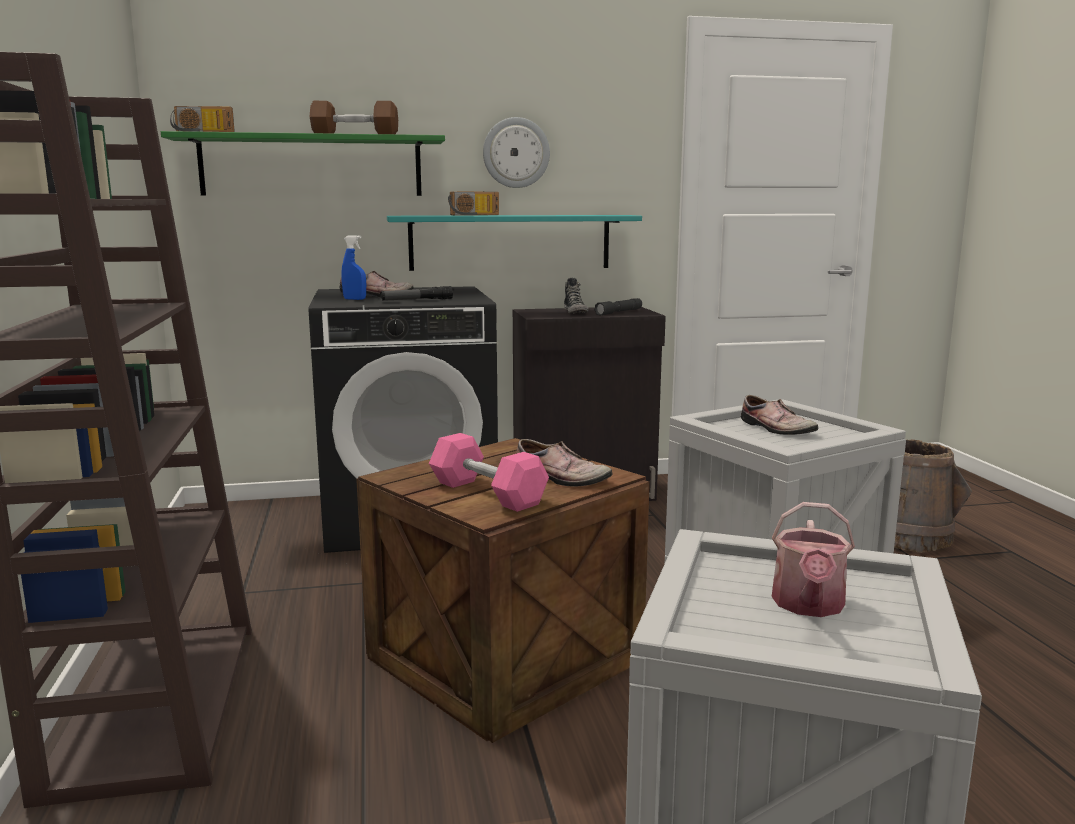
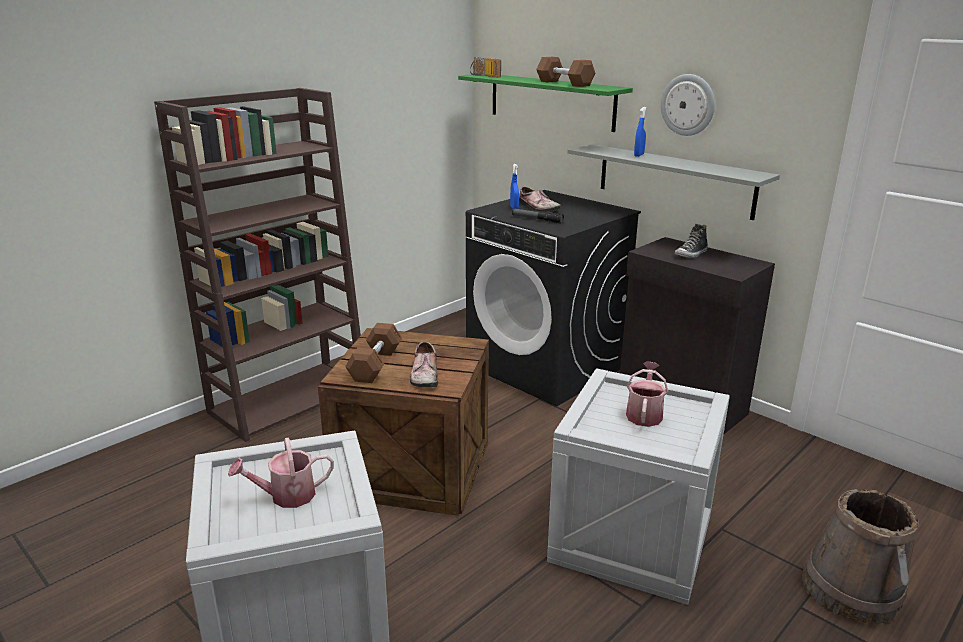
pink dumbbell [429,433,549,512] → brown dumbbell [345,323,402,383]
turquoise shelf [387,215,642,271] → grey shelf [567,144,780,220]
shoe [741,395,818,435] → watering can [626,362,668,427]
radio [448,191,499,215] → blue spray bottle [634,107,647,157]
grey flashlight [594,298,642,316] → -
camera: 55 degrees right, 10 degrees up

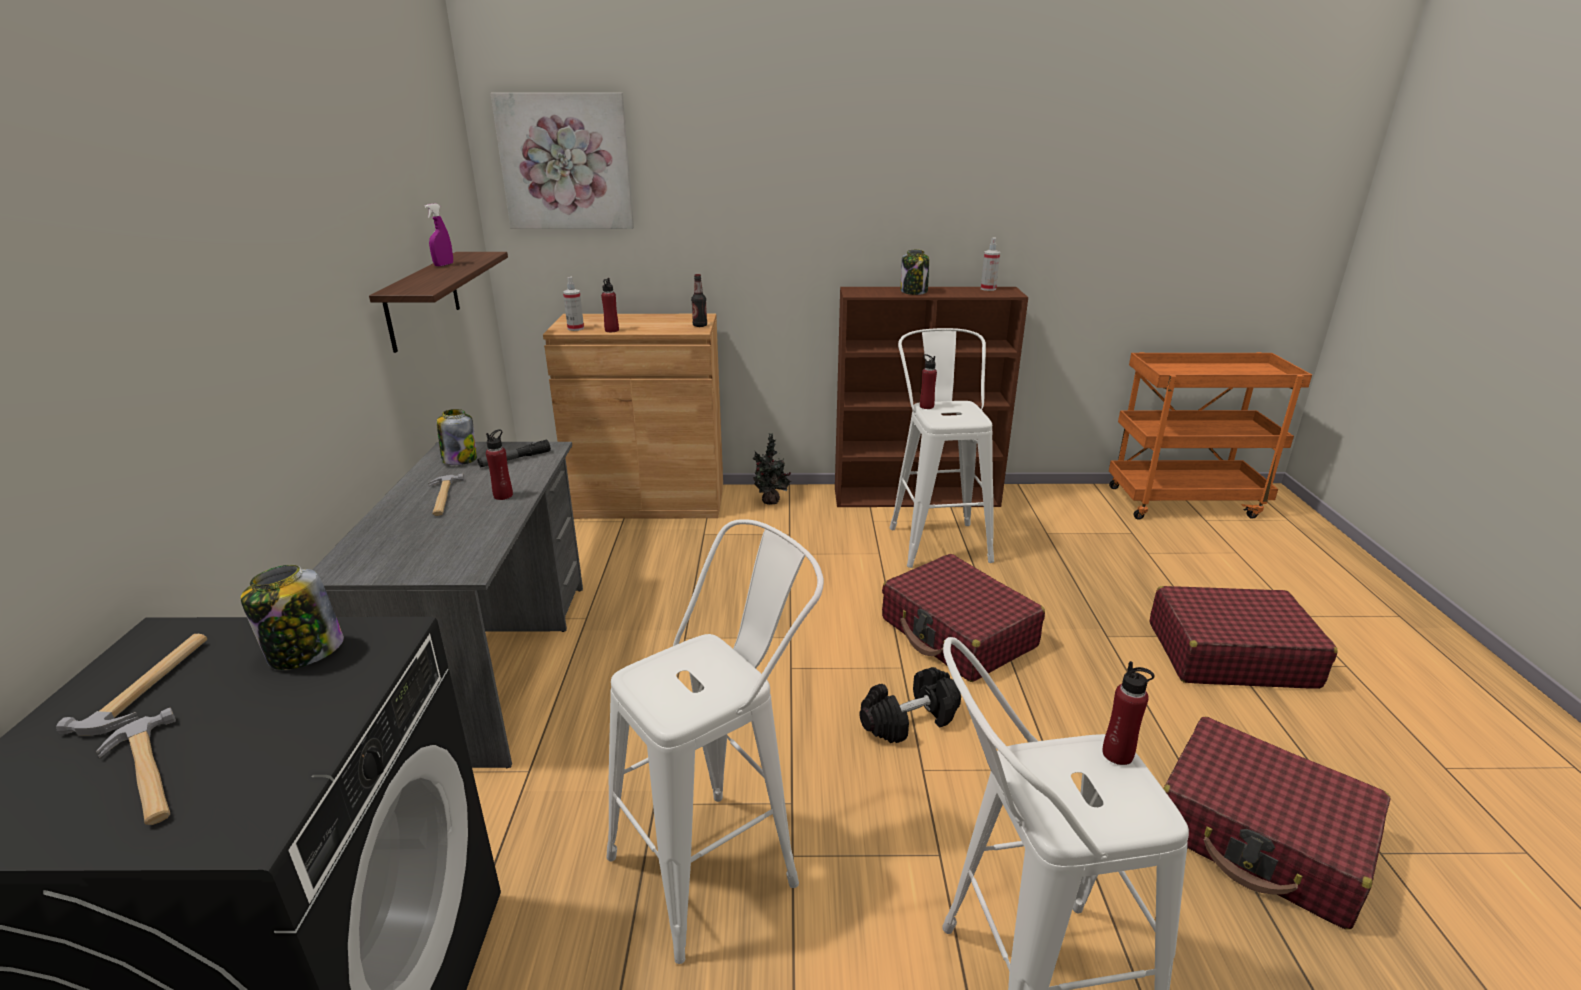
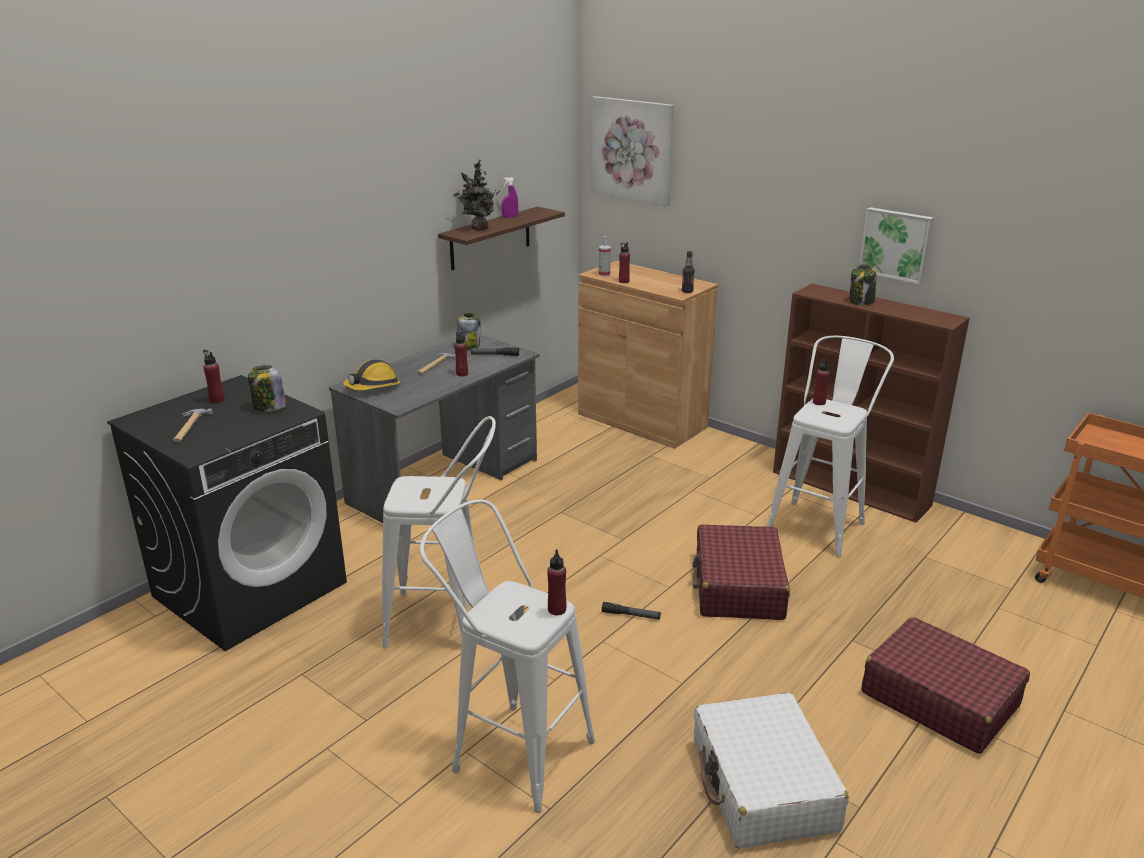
hammer [56,634,207,735] → red bottle [203,350,225,403]
- → hard hat [343,359,400,391]
potted plant [753,433,792,505] → potted plant [453,159,501,230], shifted
black dumbbell [859,667,961,743] → flashlight [602,602,661,620]
red suitcase [1163,717,1391,930] → white suitcase [694,693,849,849]
- → picture [859,207,934,284]
spray bottle [981,237,1000,291] → -
camera: 40 degrees right, 0 degrees up

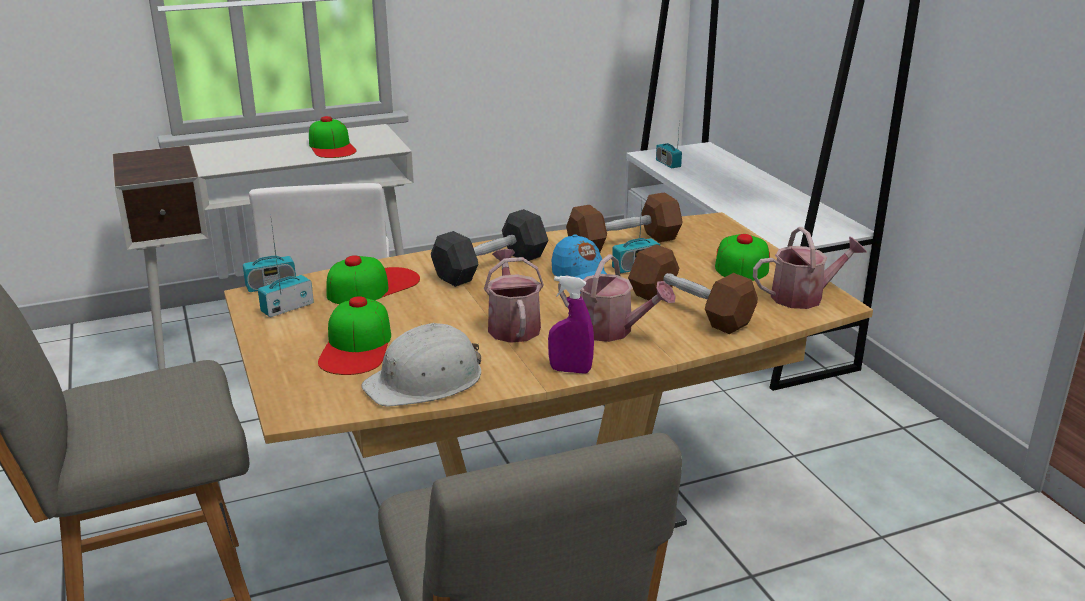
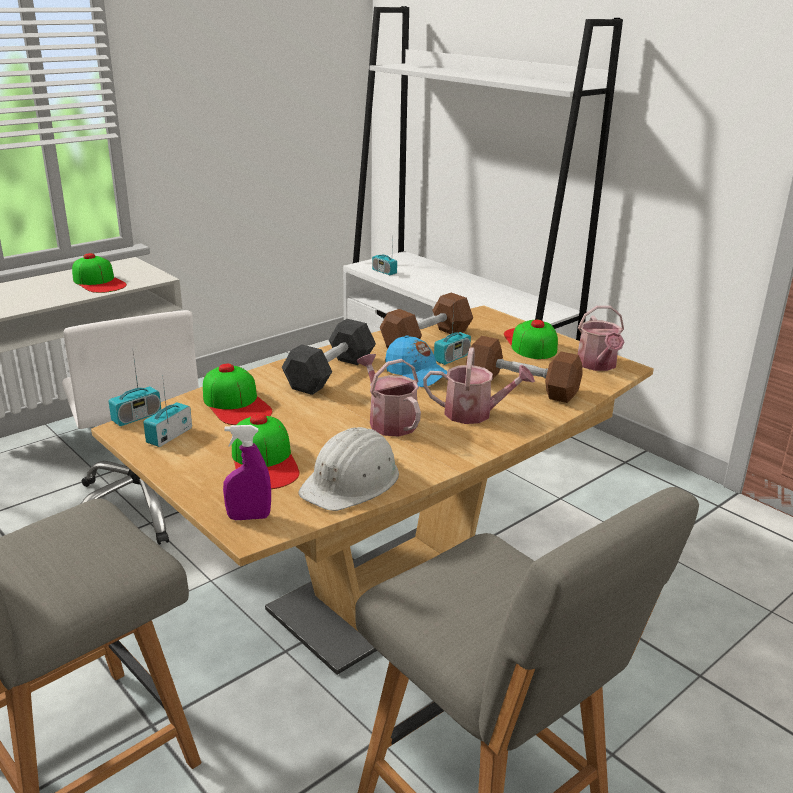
cap [326,255,420,304] → cap [203,364,273,425], 120 degrees clockwise
purple spray bottle [548,276,594,374] → purple spray bottle [223,425,271,520], shifted
watering can [753,227,867,309] → watering can [577,306,625,371], 120 degrees clockwise
camera: 20 degrees left, 0 degrees up

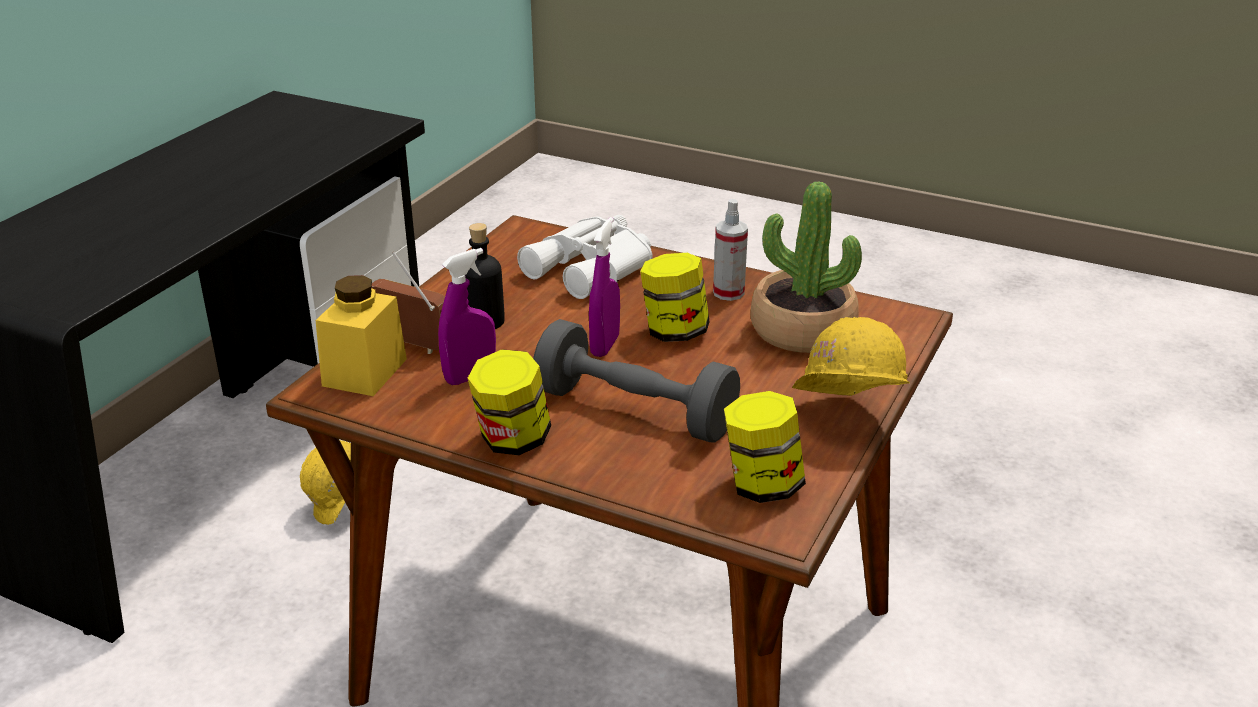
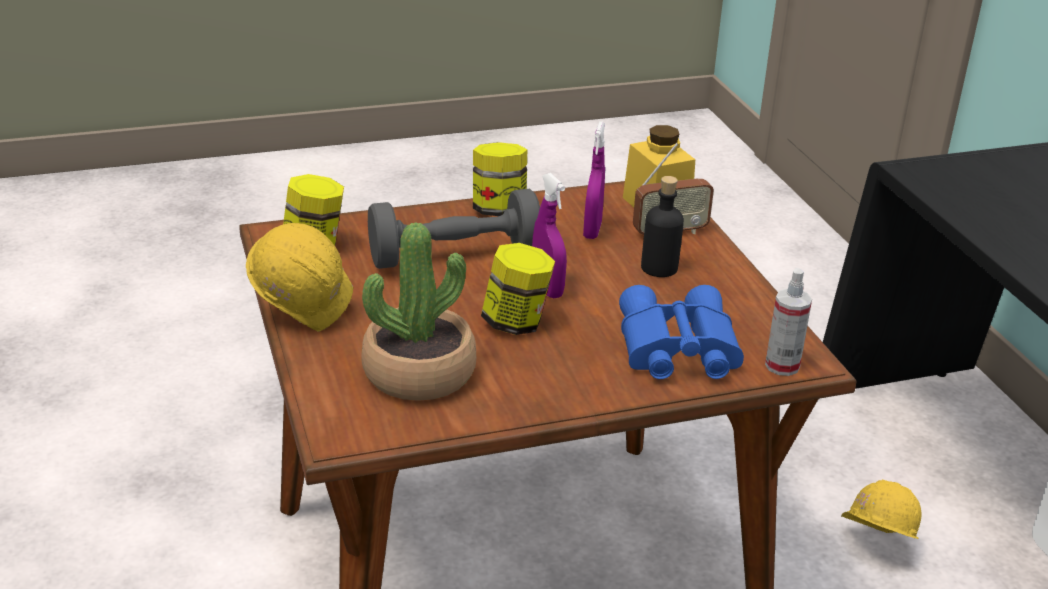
white binoculars [517,215,653,299] → blue binoculars [619,285,744,379]
spray bottle [713,199,748,301] → spray bottle [765,268,812,376], shifted
camera: 135 degrees right, 0 degrees up

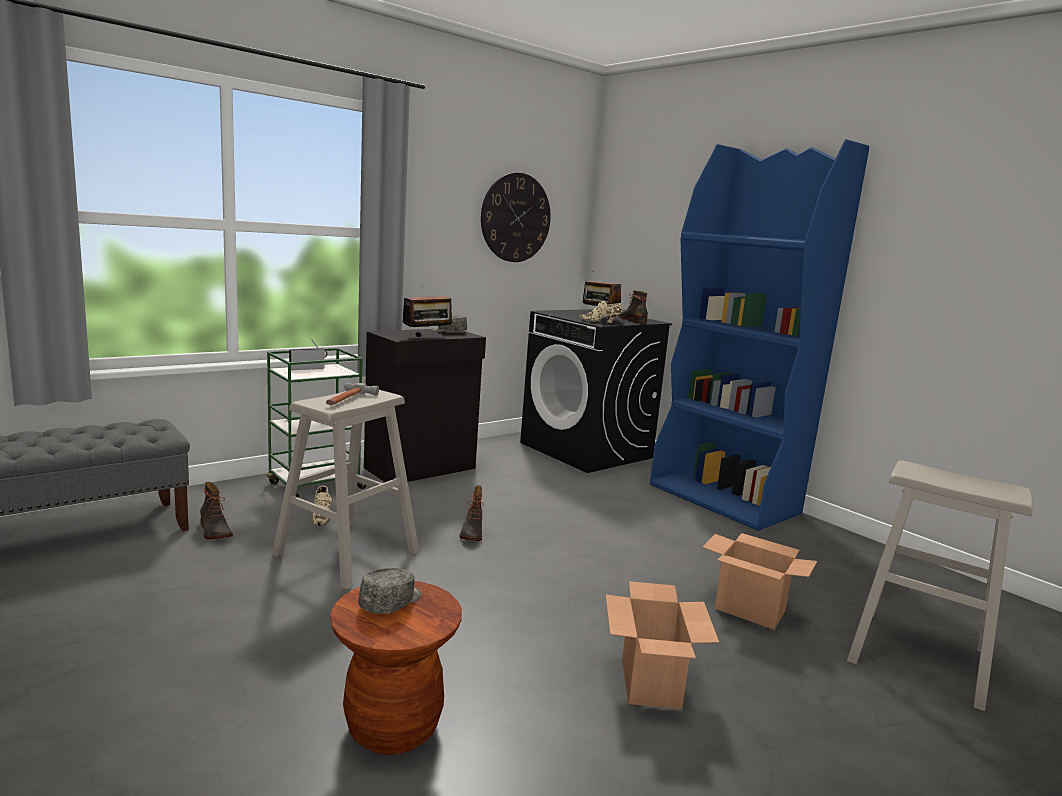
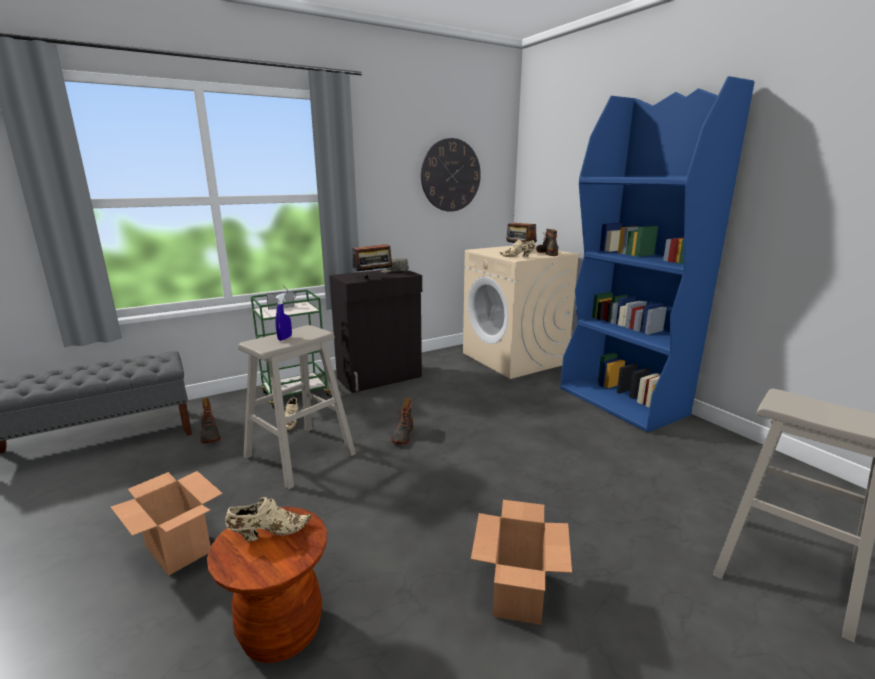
cardboard box [703,533,817,630] → cardboard box [111,471,223,576], shifted
grey cap [358,568,421,614] → beige shoe [225,497,312,542]
hammer [326,383,379,405] → blue spray bottle [275,293,292,341]
black washing machine [520,309,672,473] → beige washing machine [463,246,581,379]
camera: 10 degrees right, 5 degrees up

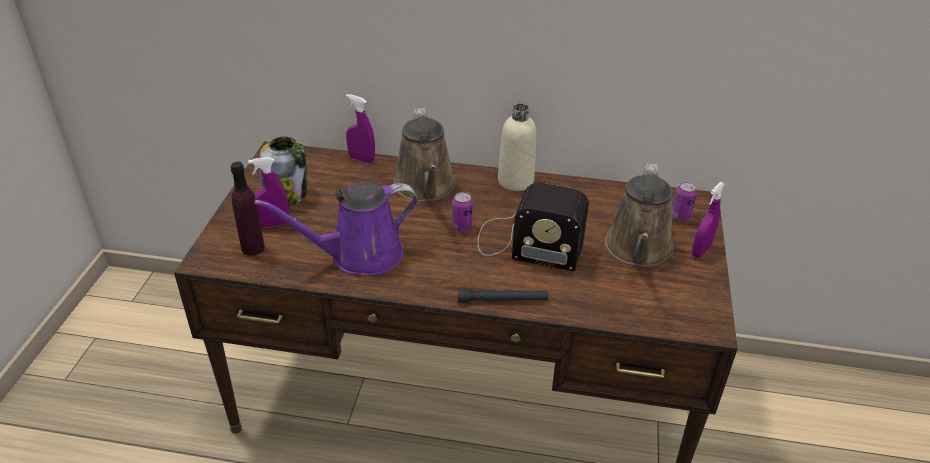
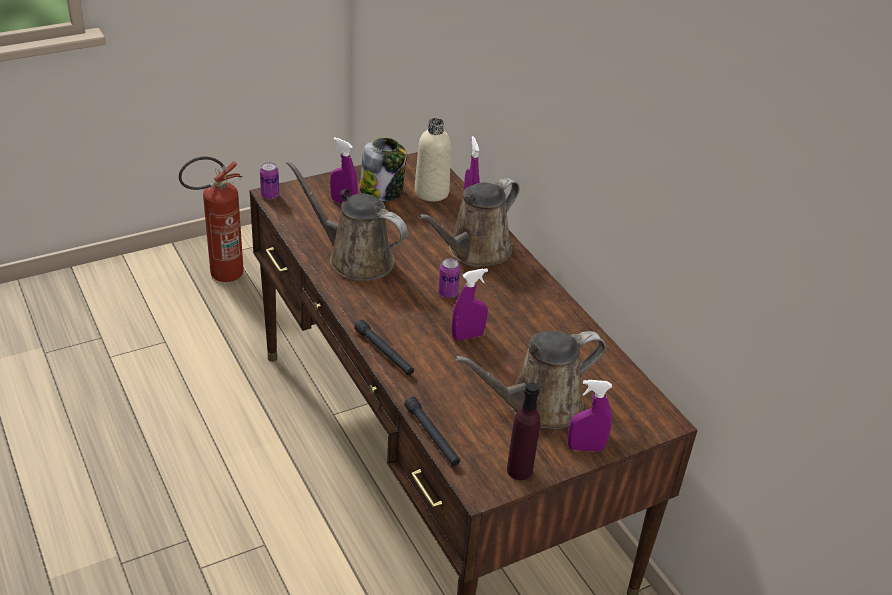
- → fire extinguisher [178,156,244,282]
can [672,182,697,221] → can [260,162,279,199], shifted
purple watering can [254,182,418,275] → brown watering can [286,160,408,281]
- → black flashlight [404,396,460,466]
beige bottle [498,104,537,191] → beige bottle [414,118,451,202], shifted
radio [478,182,589,271] → purple spray bottle [452,269,488,341]
purple bottle [231,162,265,256] → purple bottle [507,382,540,480], shifted
camera: 50 degrees right, 0 degrees up

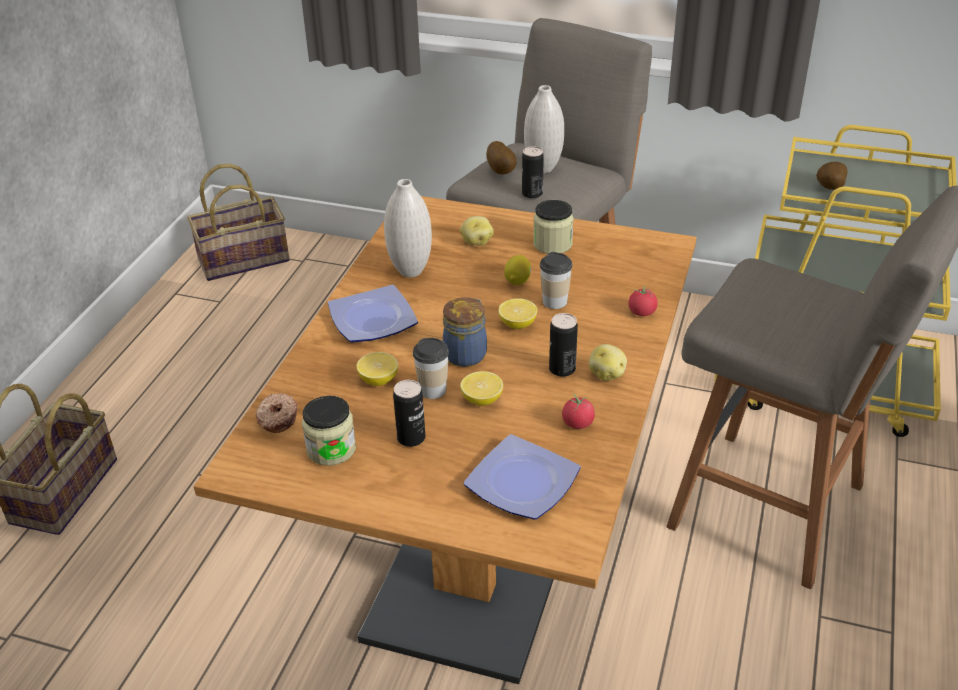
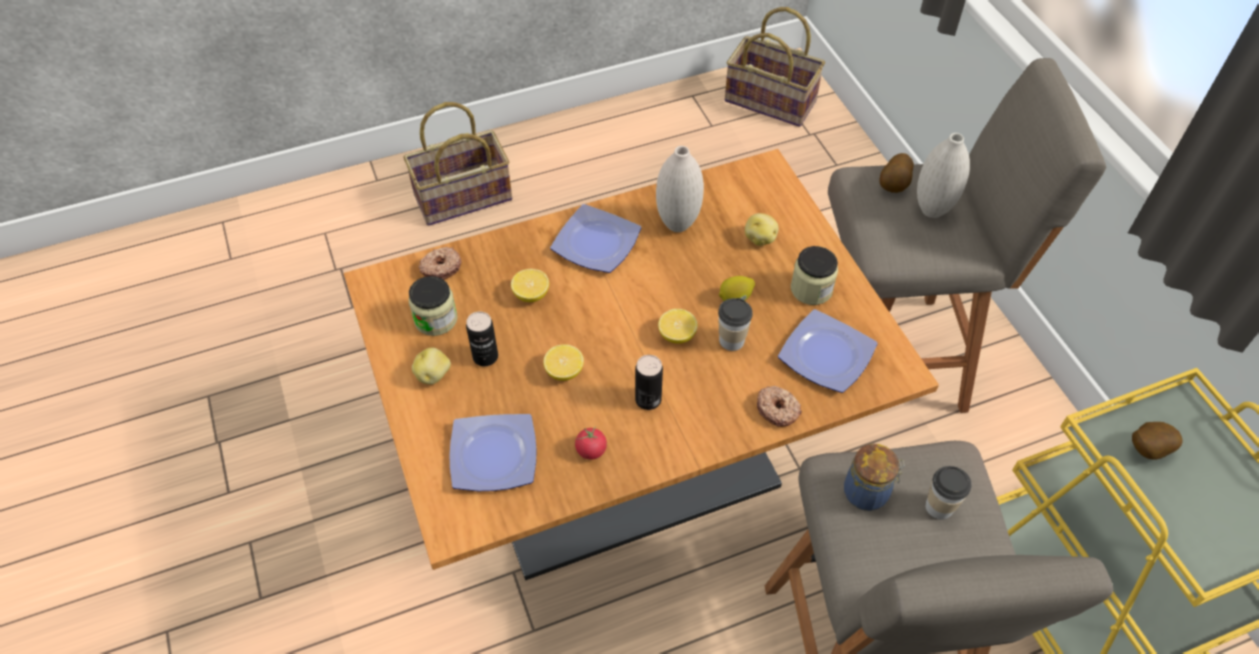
potato [589,344,627,381] → potato [412,348,451,385], shifted
tomato [628,285,658,316] → donut [757,386,802,427]
- → plate [778,309,878,393]
jar [443,297,487,367] → jar [844,444,905,511], shifted
cup [413,338,449,399] → cup [925,466,972,520], shifted
can [522,146,544,199] → -
camera: 50 degrees right, 15 degrees up

